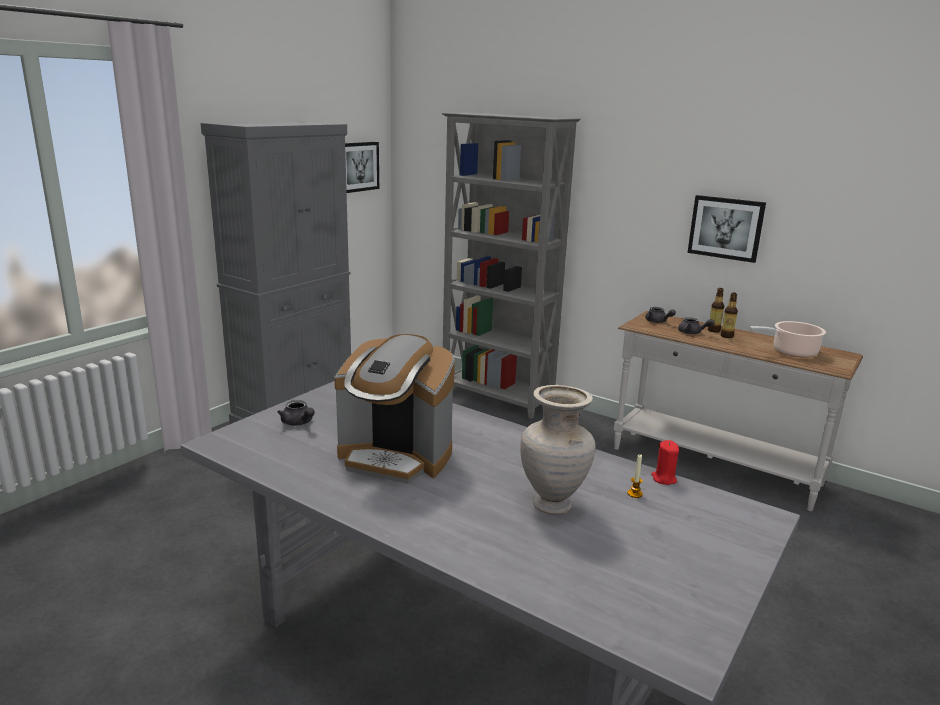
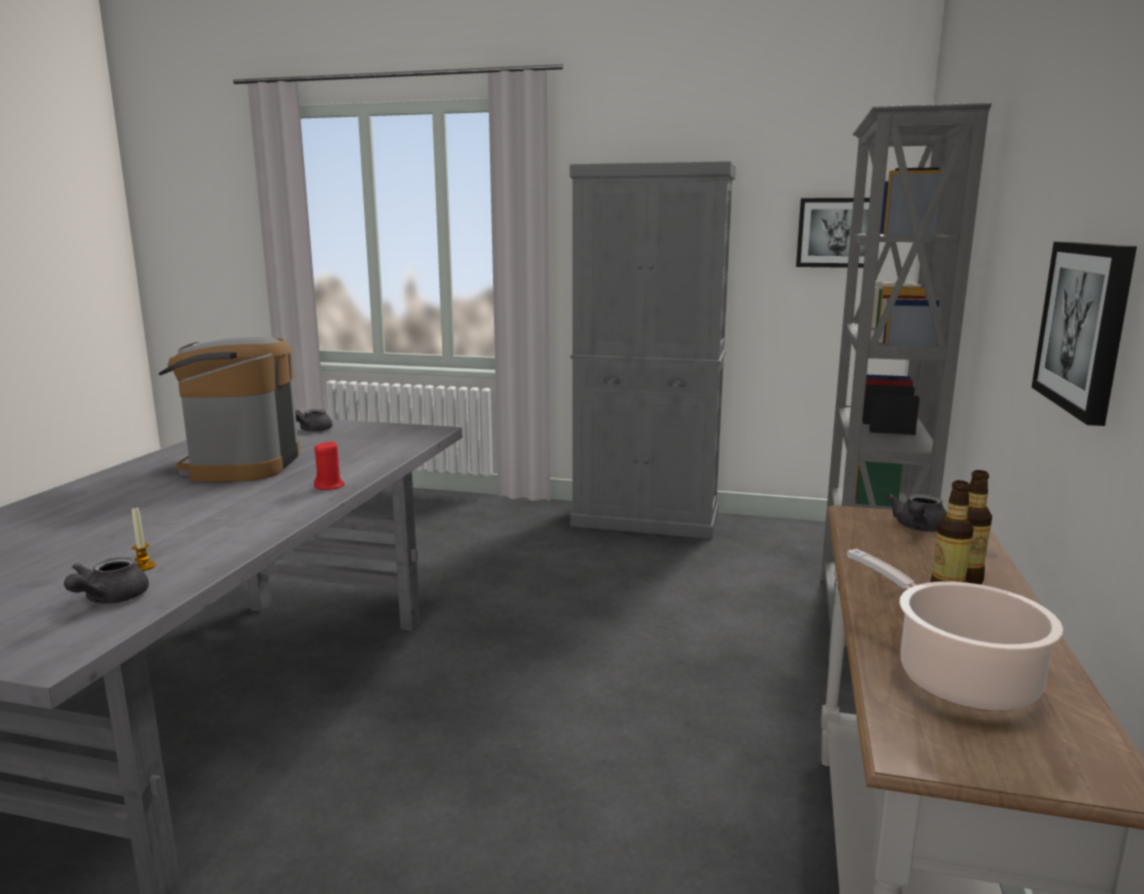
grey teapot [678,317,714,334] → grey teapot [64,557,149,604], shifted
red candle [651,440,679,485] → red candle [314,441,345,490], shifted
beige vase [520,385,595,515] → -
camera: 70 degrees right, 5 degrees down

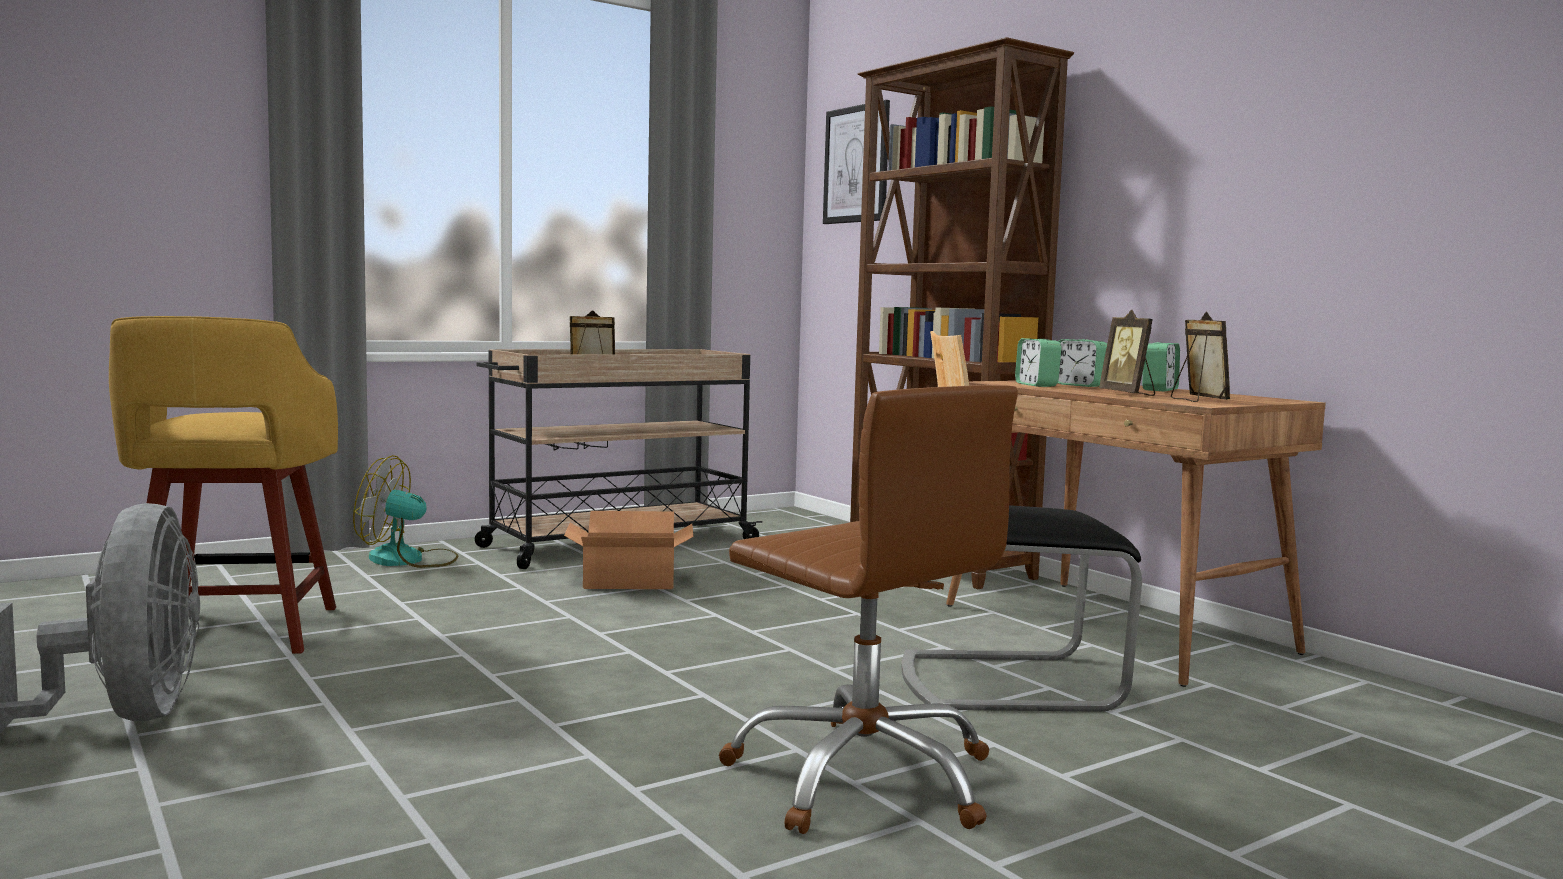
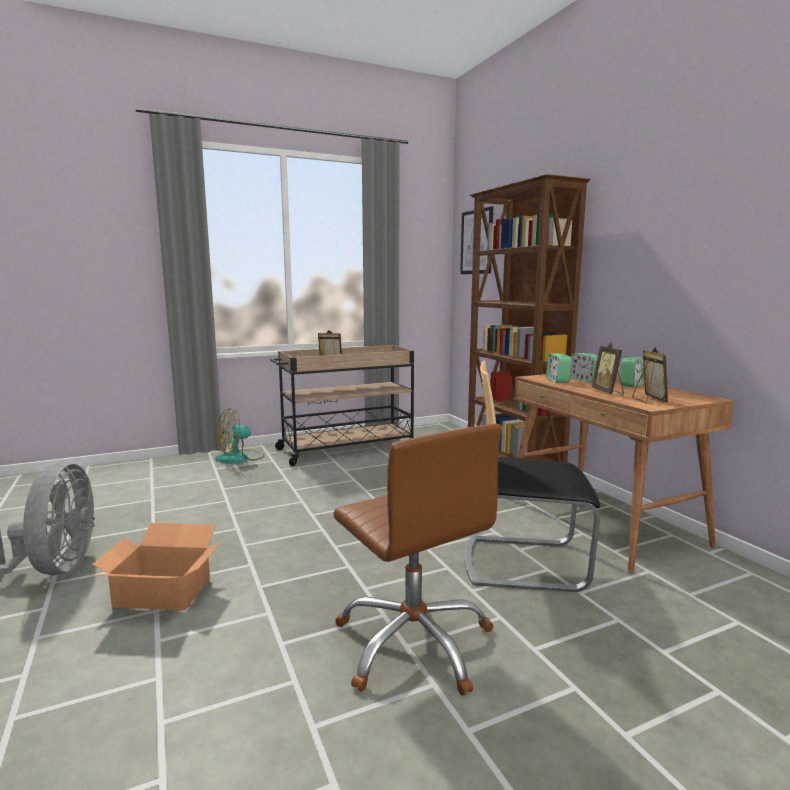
cardboard box [564,511,693,589] → cardboard box [92,523,221,611], shifted
fan [353,455,458,568] → fan [215,408,264,463], 45 degrees counterclockwise
yellow stool [109,316,338,654] → -
camera: 10 degrees right, 5 degrees up

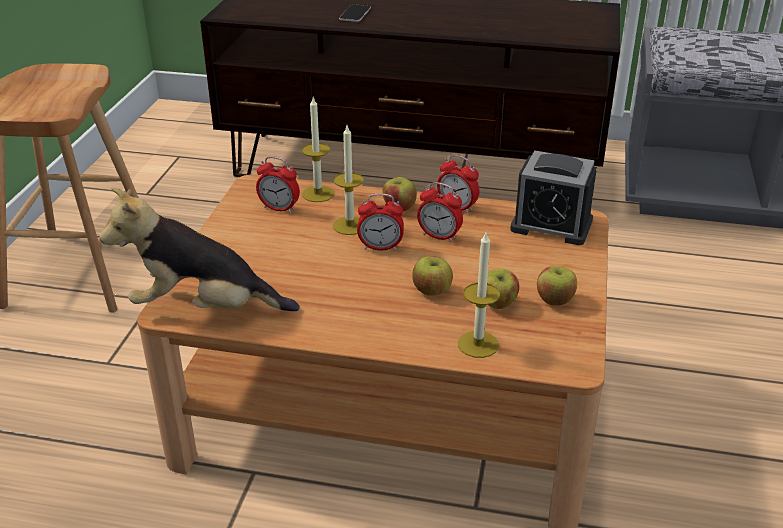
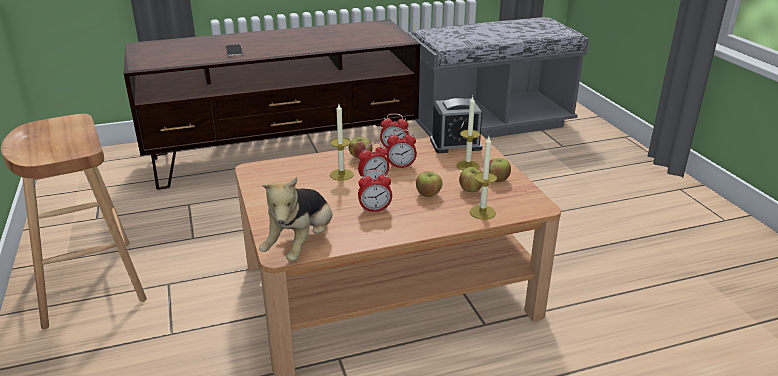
plush toy [100,187,299,311] → plush toy [259,177,332,262], 45 degrees counterclockwise
alarm clock [256,156,300,213] → alarm clock [358,170,392,213], shifted
candle [302,97,334,202] → candle [457,96,480,170], shifted
camera: 30 degrees left, 5 degrees down

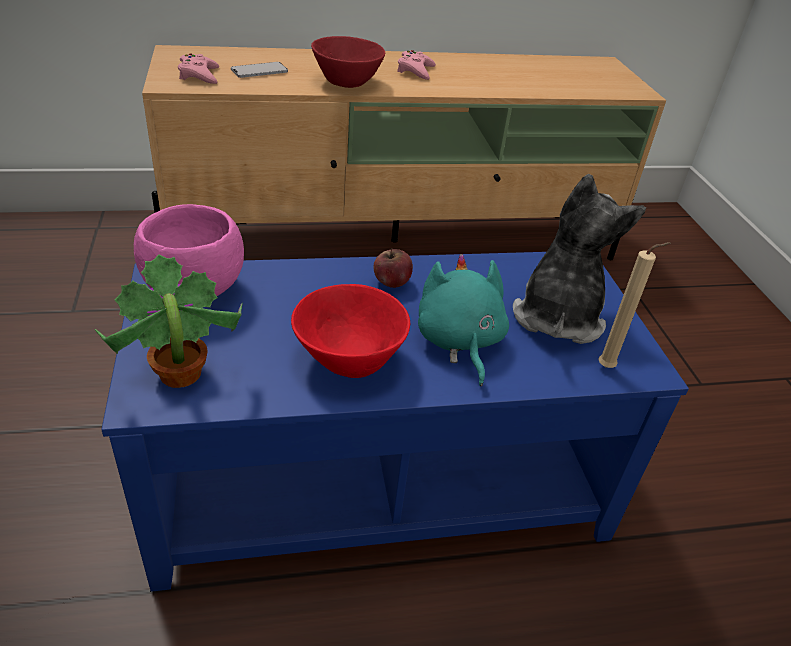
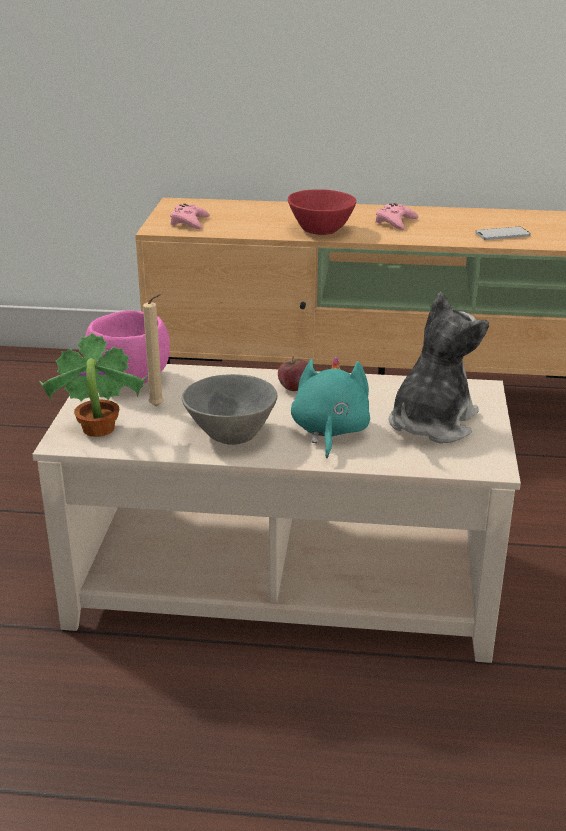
blue coffee table [101,252,689,592] → beige coffee table [32,364,521,663]
beige candle [598,242,671,368] → beige candle [143,294,164,406], shifted
red bowl [291,284,410,378] → grey bowl [182,374,277,445]
phone [231,62,288,78] → phone [475,227,531,240], shifted
camera: 20 degrees right, 10 degrees down

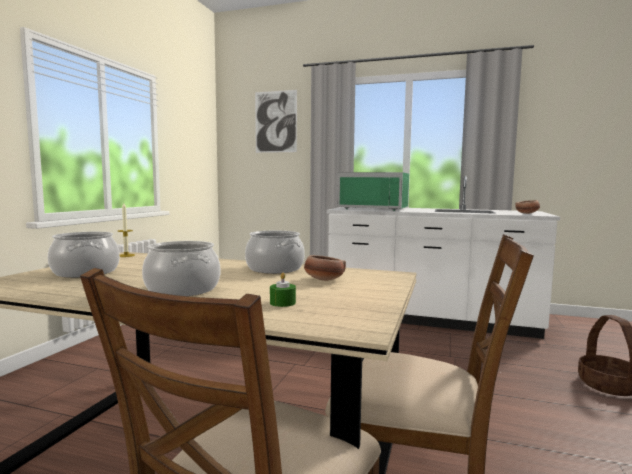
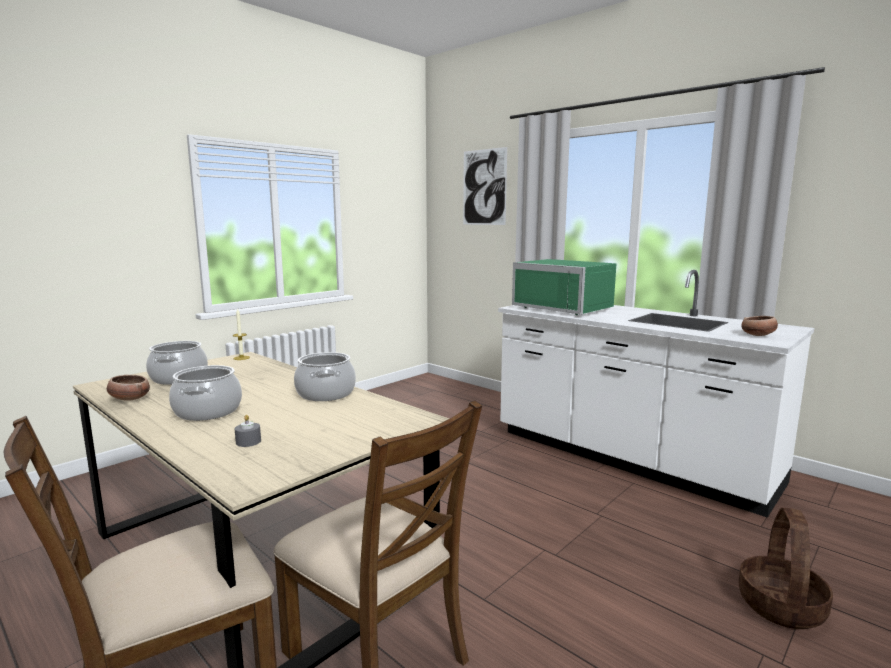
bowl [304,255,346,281] → bowl [107,375,150,401], shifted
green candle [270,273,296,307] → grey candle [235,415,261,447]
camera: 25 degrees right, 5 degrees up

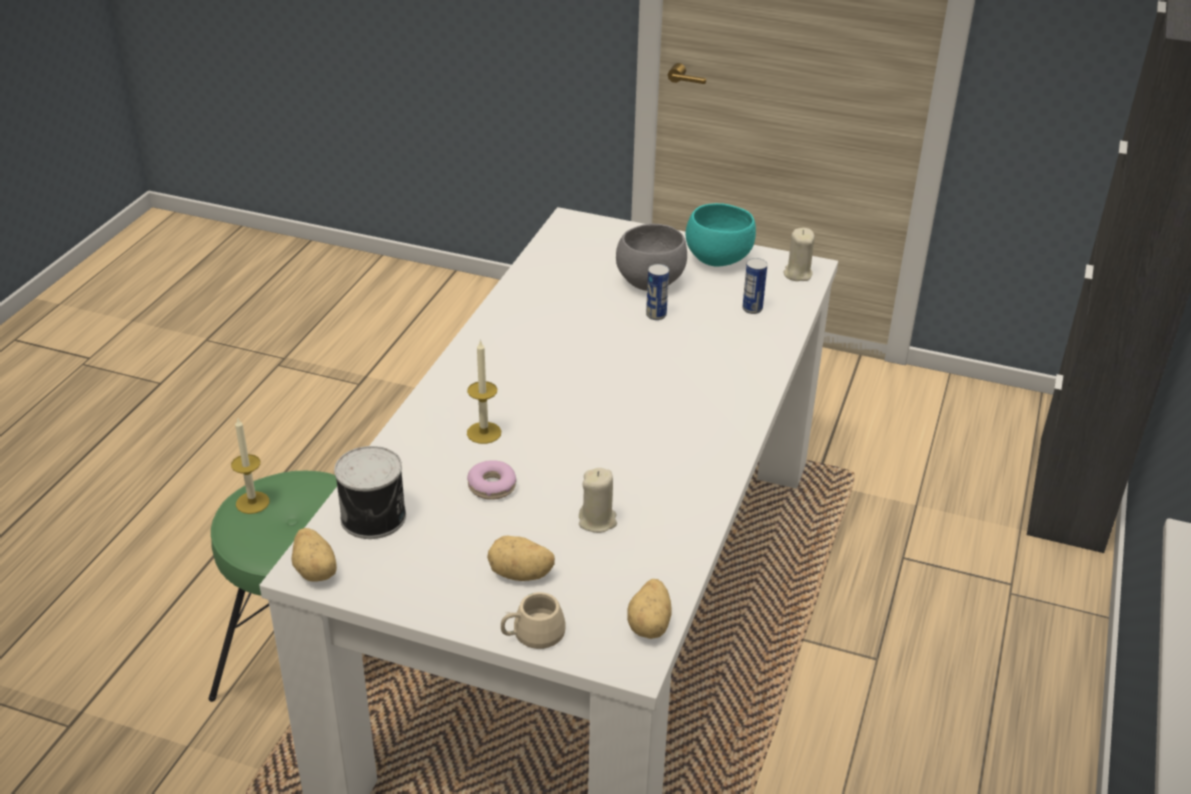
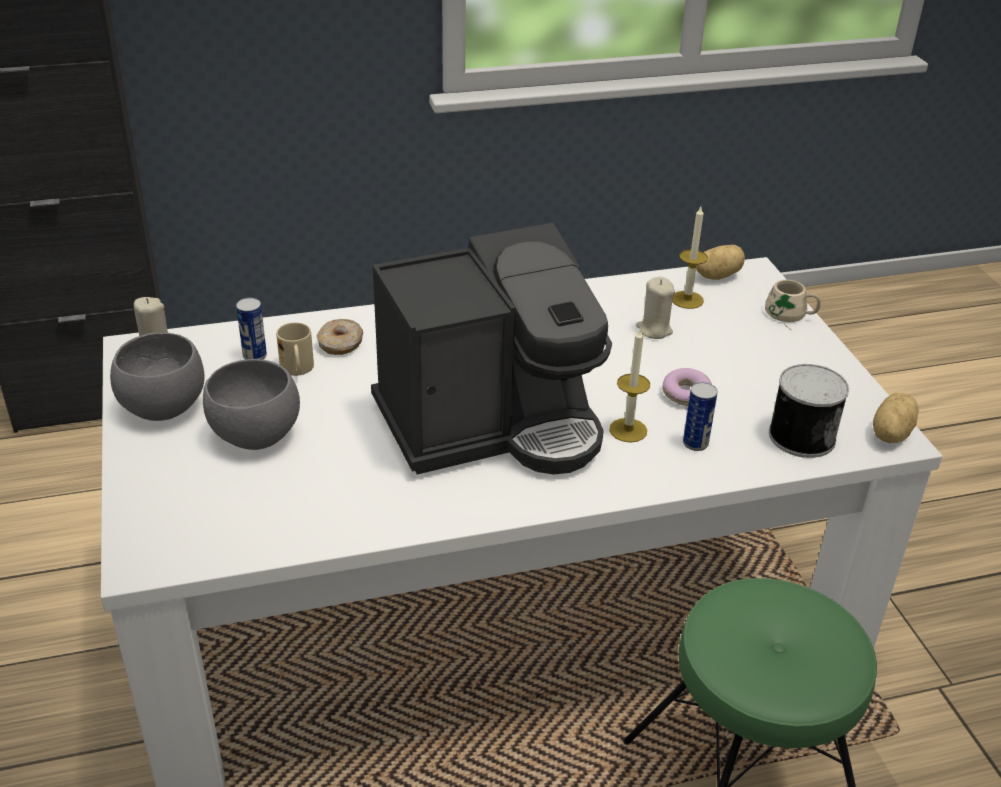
turquoise bowl [685,203,756,267] → grey bowl [110,333,205,421]
- → beige mug [276,322,314,376]
- → donut [316,319,363,355]
- → coffee machine [371,223,612,475]
candle [231,417,269,514] → candle [672,207,708,309], shifted
can [646,264,669,320] → can [683,382,718,451], shifted
potato [487,536,555,581] → -
camera: 125 degrees left, 0 degrees up

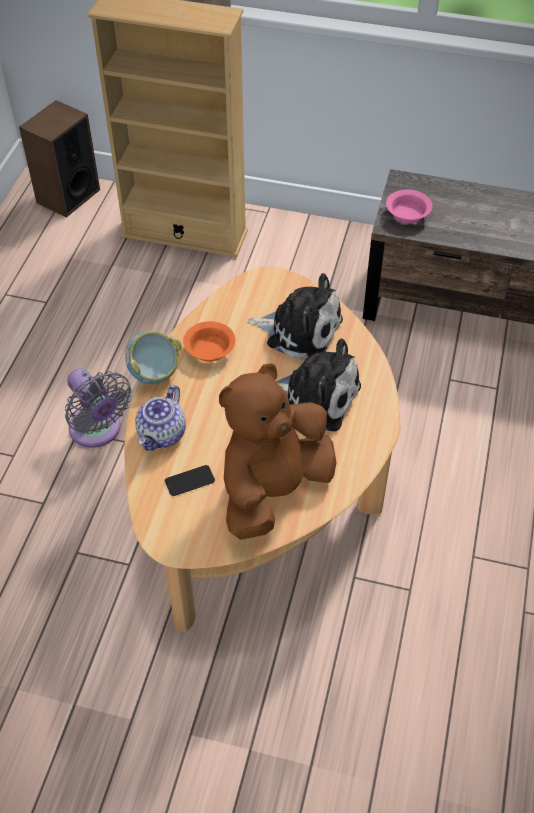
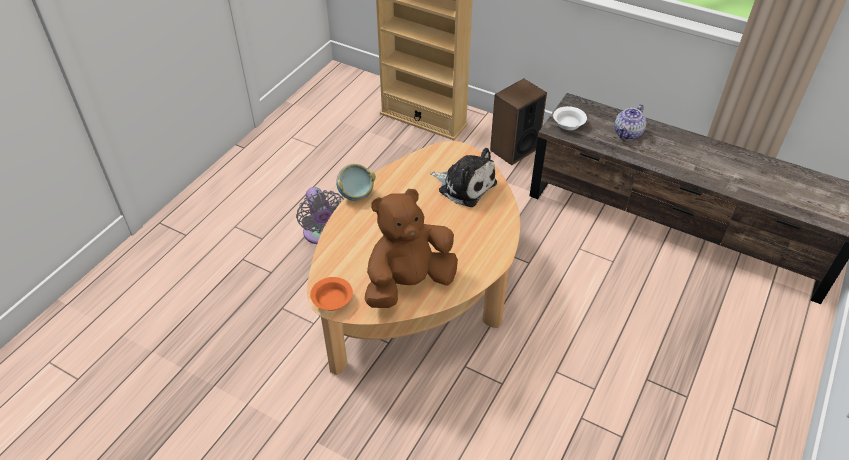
orange bowl [183,321,235,362] → orange bowl [310,277,353,311], shifted
speaker [19,100,100,218] → speaker [490,78,547,165], shifted
pink bowl [386,189,433,224] → white bowl [553,106,587,130]
teapot [135,385,186,451] → teapot [614,104,646,140], shifted
phone [165,465,215,496] → -
plush toy [276,338,361,431] → -
camera: 15 degrees right, 5 degrees down

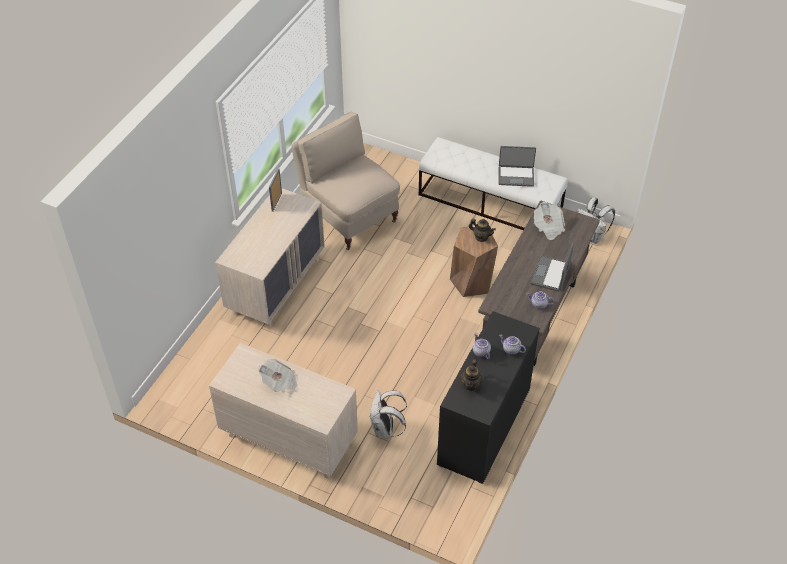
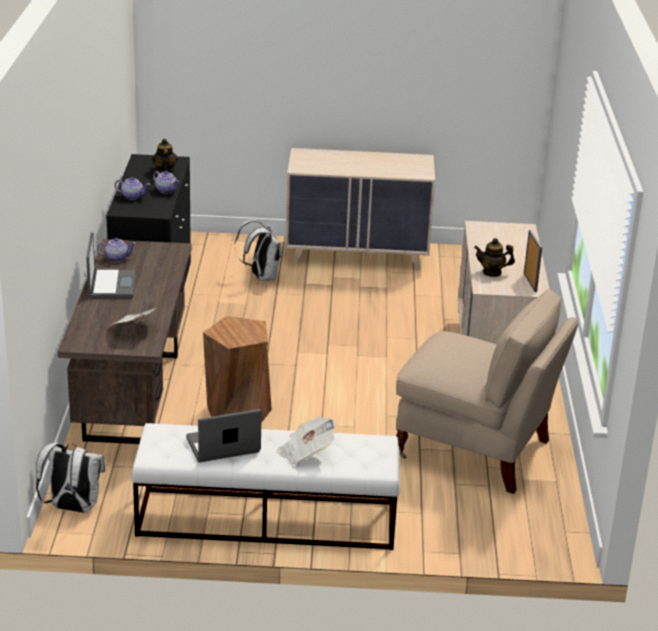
newspaper [258,359,298,392] → newspaper [277,416,337,464], shifted
teapot [469,219,496,242] → teapot [474,238,515,277], shifted
camera: 155 degrees right, 20 degrees down

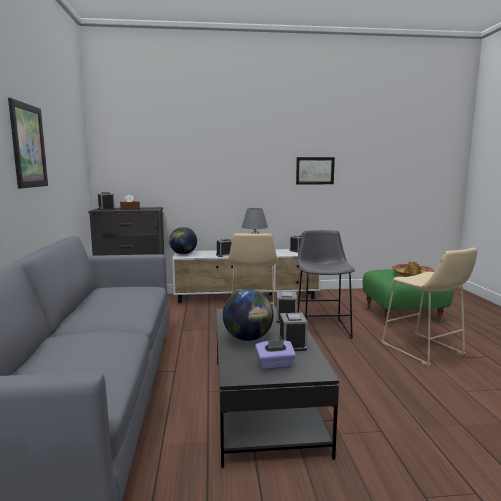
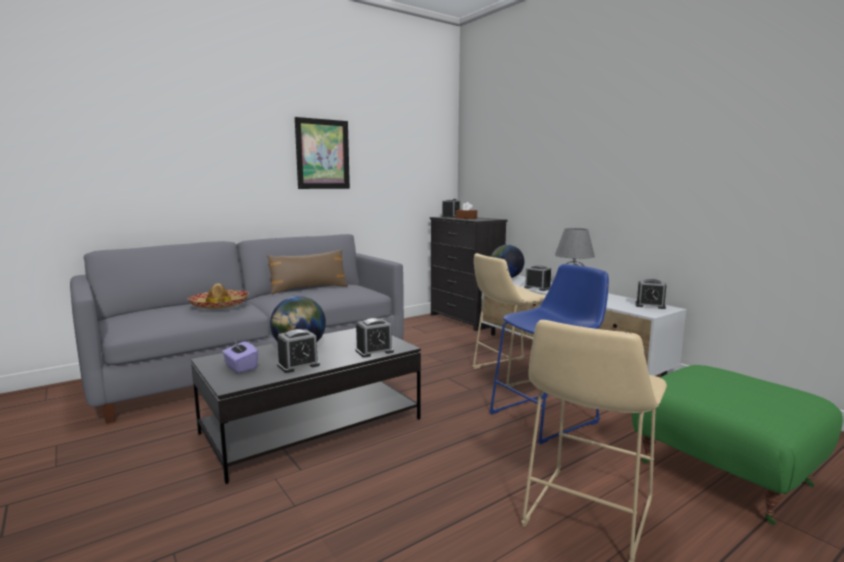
hat [392,260,435,277] → hat [187,284,249,309], shifted
- → brown pillow [267,249,348,294]
grey stool [297,230,355,339] → blue stool [489,264,609,444]
picture [296,157,335,184] → -
camera: 60 degrees right, 0 degrees up

